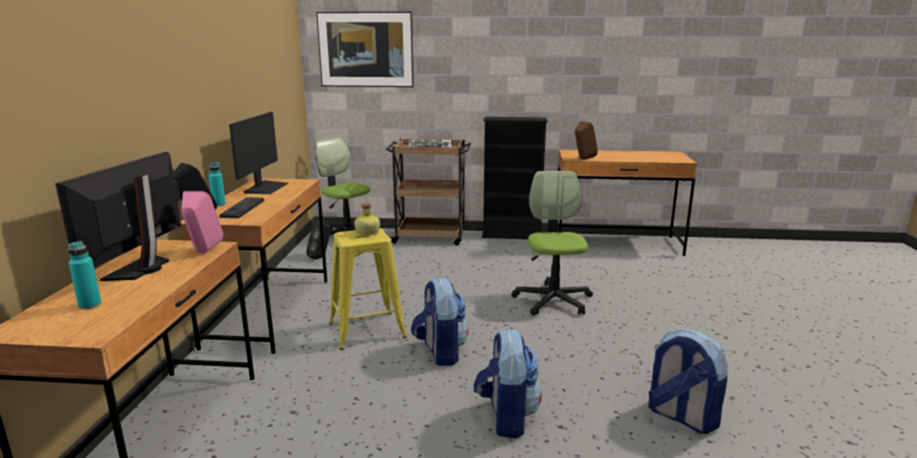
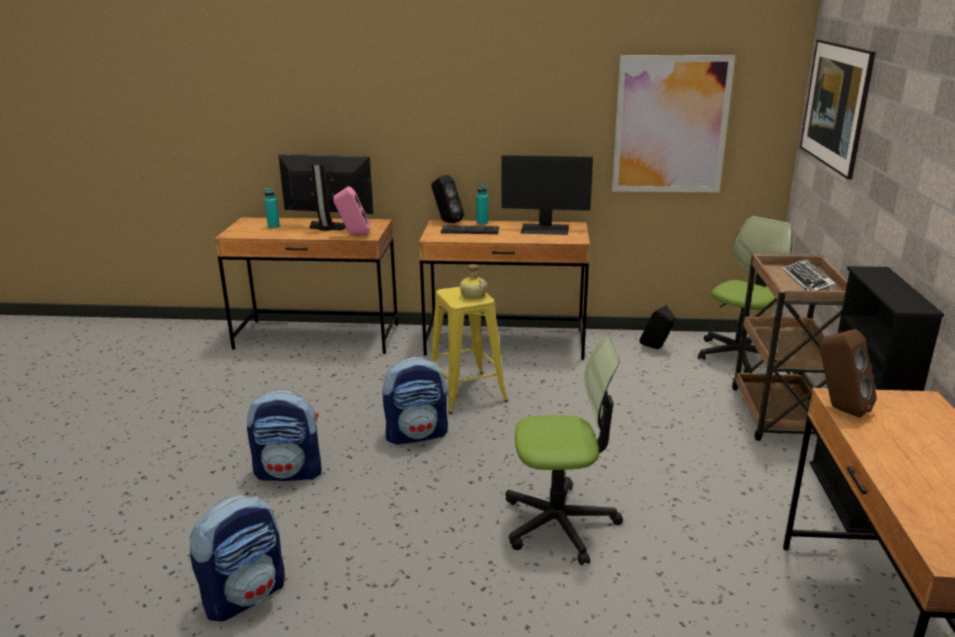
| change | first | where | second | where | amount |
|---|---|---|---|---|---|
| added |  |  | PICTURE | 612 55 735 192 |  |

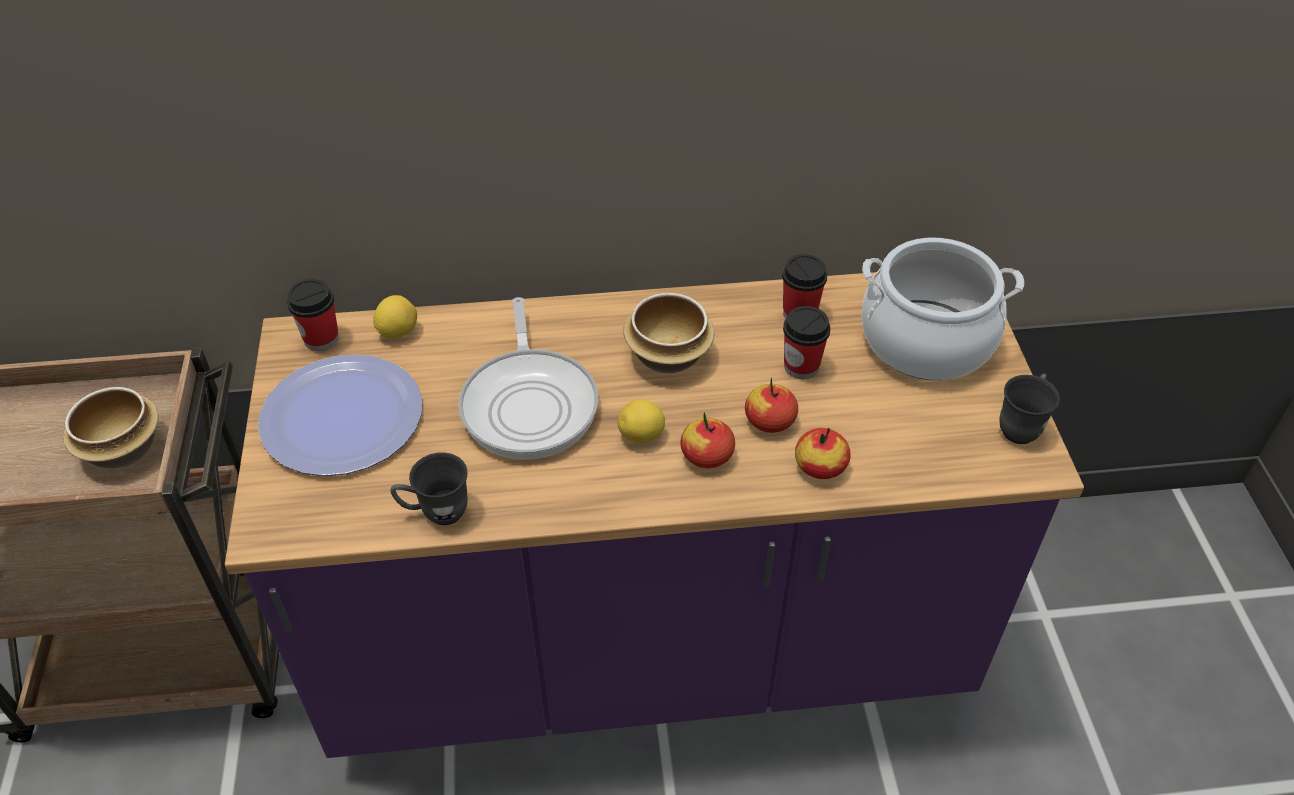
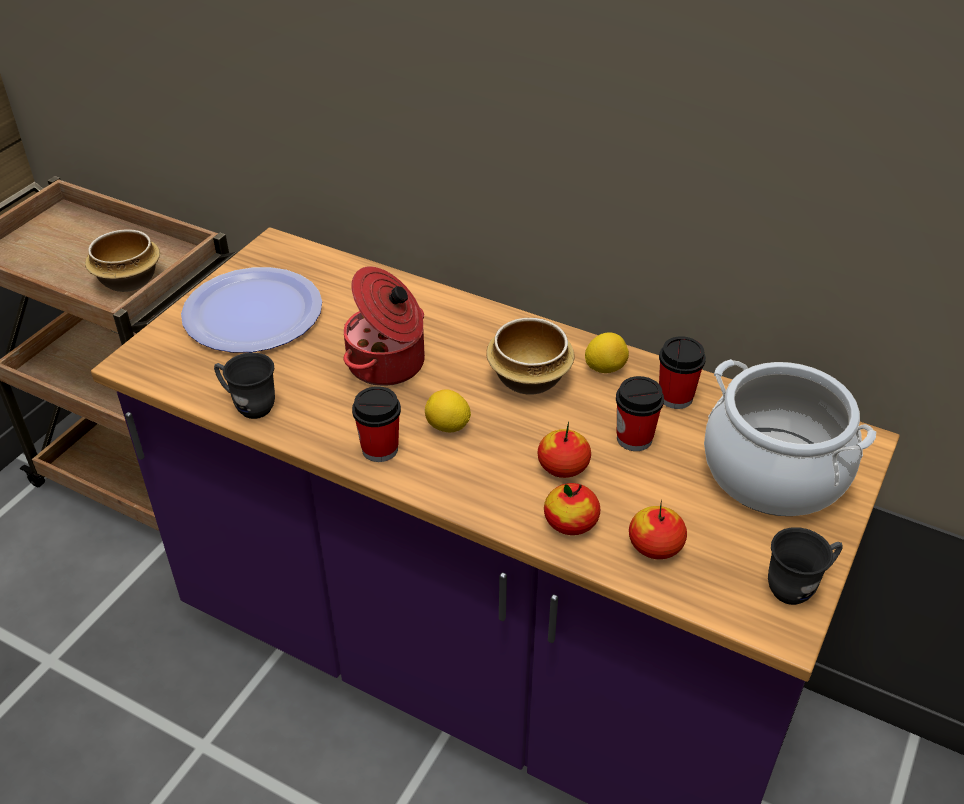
| change | first | where | second | where | amount |
|---|---|---|---|---|---|
| moved | CUP | 287 279 339 351 |  | 352 386 401 462 |  |
| moved | LEMON | 373 295 417 338 |  | 585 332 629 373 |  |
| moved | APPLE | 680 413 735 468 |  | 629 500 687 559 |  |
| replaced | FRYING PAN | 458 297 598 459 | COOKING POT | 343 266 425 386 |  |

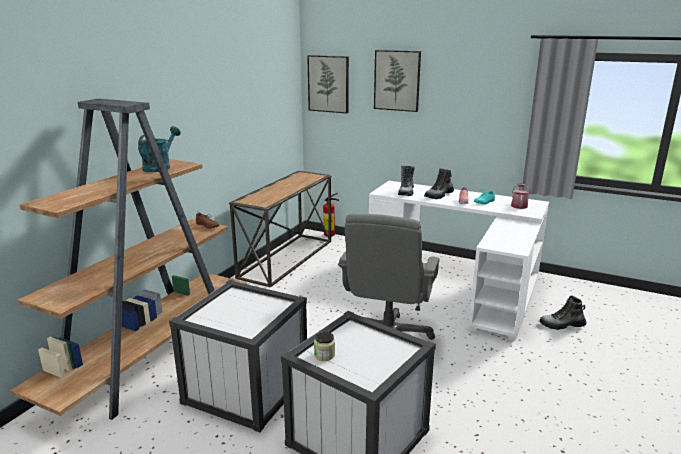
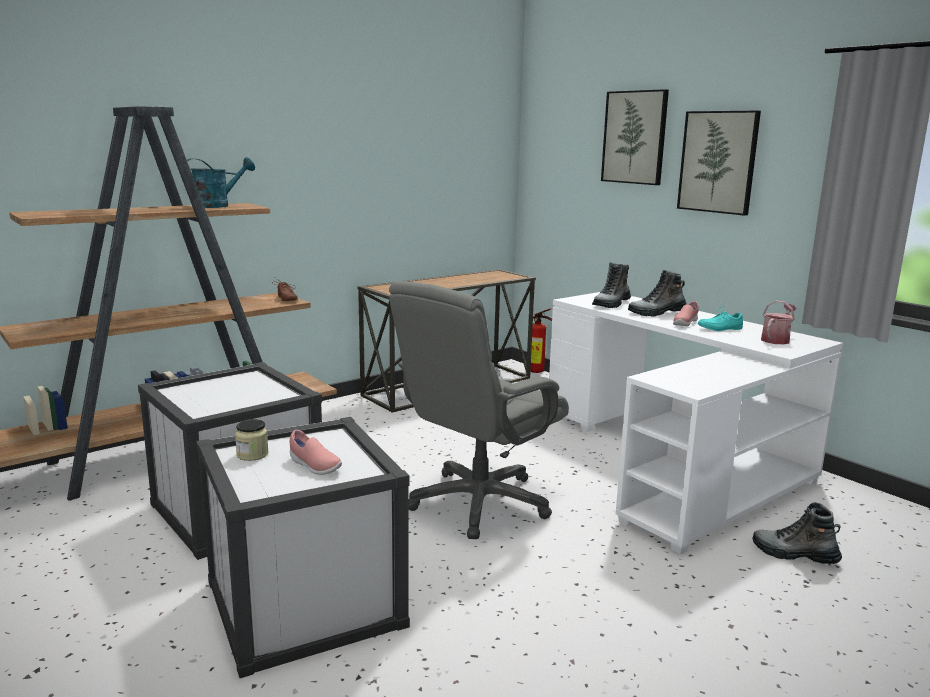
| change | first | where | second | where | amount |
|---|---|---|---|---|---|
| added |  |  | PINK SHOE | 290 430 342 475 |  |
| moved | PICTURE | 307 55 349 113 |  | 677 111 761 216 |  |

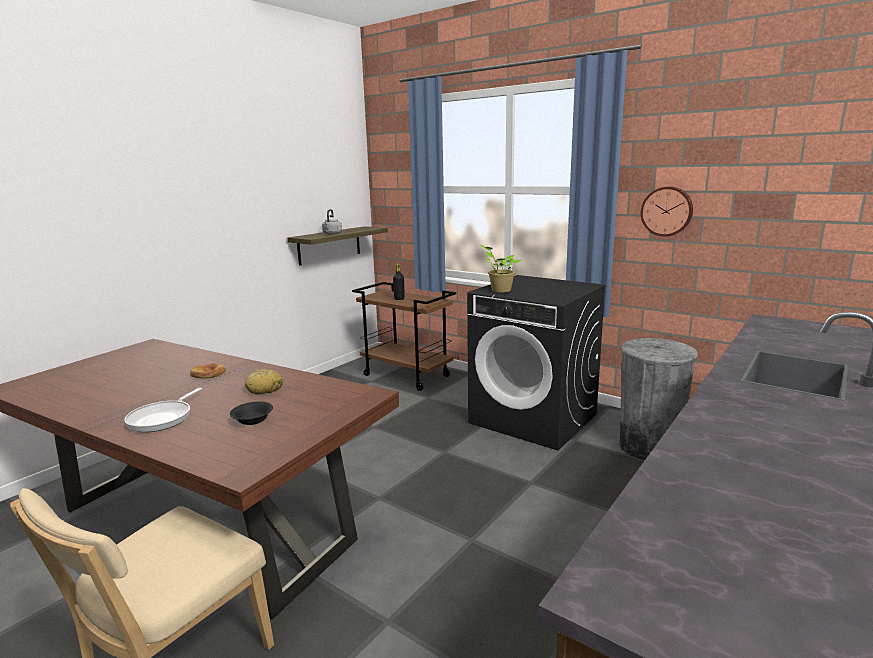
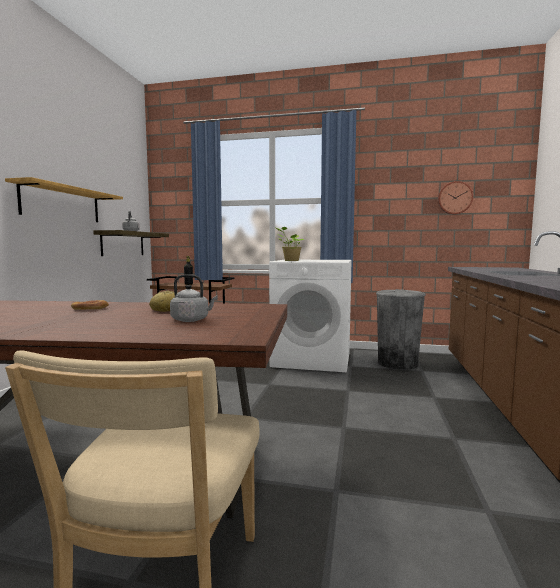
| change | first | where | second | where | amount |
|---|---|---|---|---|---|
| removed | FRYING PAN | 124 388 202 432 |  |  |  |
| added |  |  | SHELF | 5 177 123 222 |  |
| moved | WALL CLOCK | 641 186 693 237 |  | 438 181 473 215 |  |
| replaced | BLACK BOWL | 230 401 273 425 | GREY KETTLE | 170 274 218 322 |  |
| recoloured | BLACK WASHING MACHINE | 467 275 606 451 | WHITE WASHING MACHINE | 269 260 352 372 |  |

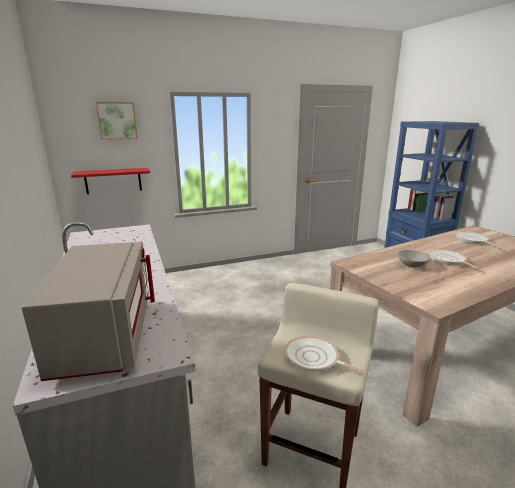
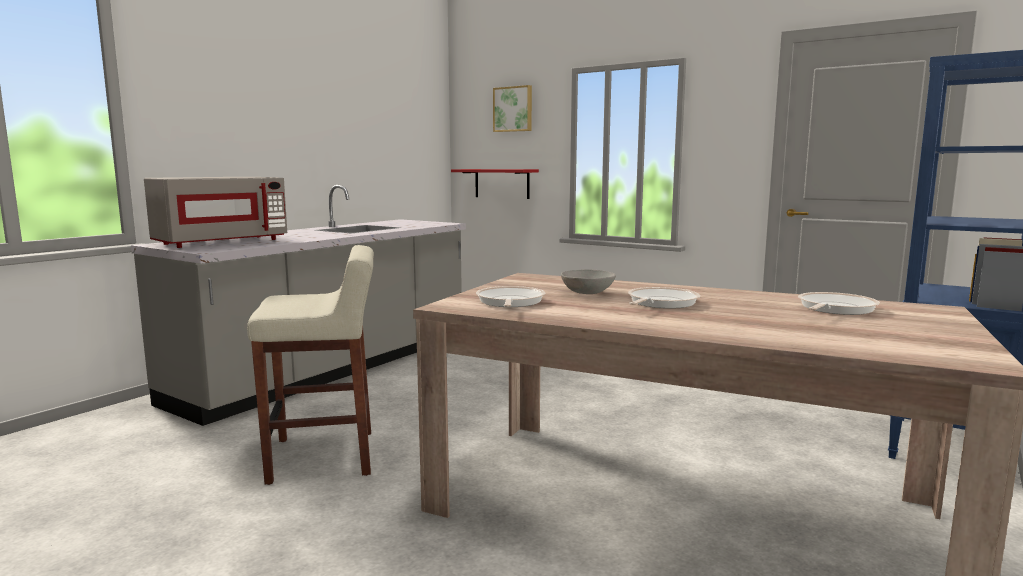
| change | first | where | second | where | amount |
|---|---|---|---|---|---|
| moved | FRYING PAN | 285 335 365 374 |  | 476 286 545 307 |  |

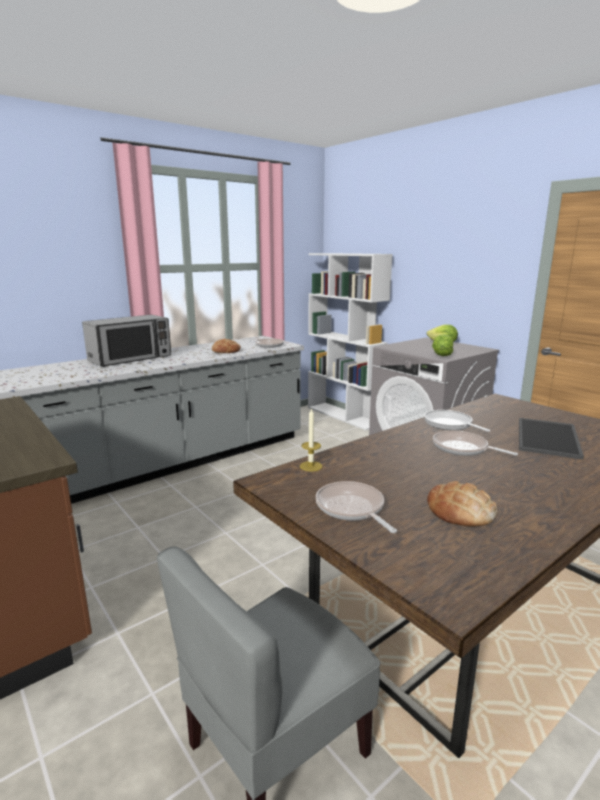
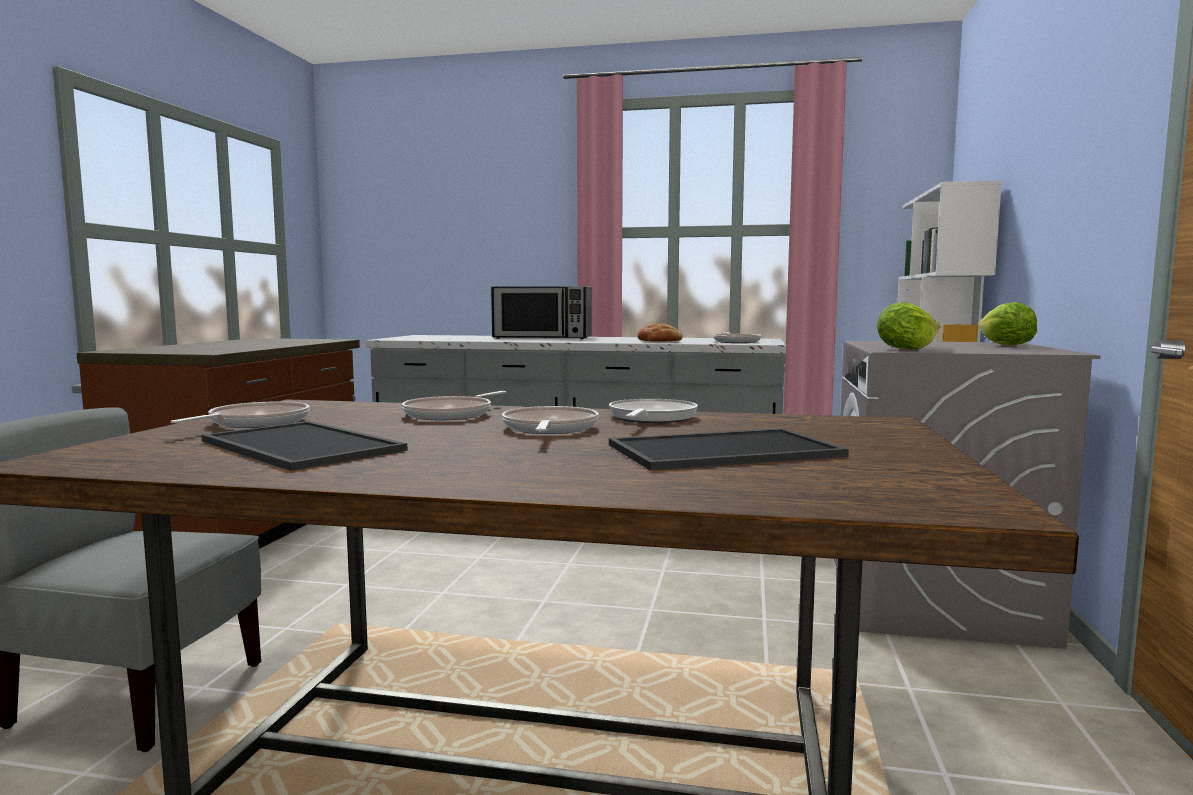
| change | first | where | second | where | amount |
|---|---|---|---|---|---|
| removed | CANDLE | 300 408 322 472 |  |  |  |
| added |  |  | FRYING PAN | 402 391 506 420 |  |
| replaced | BREAD | 427 481 498 527 | TRAY | 201 421 408 471 |  |

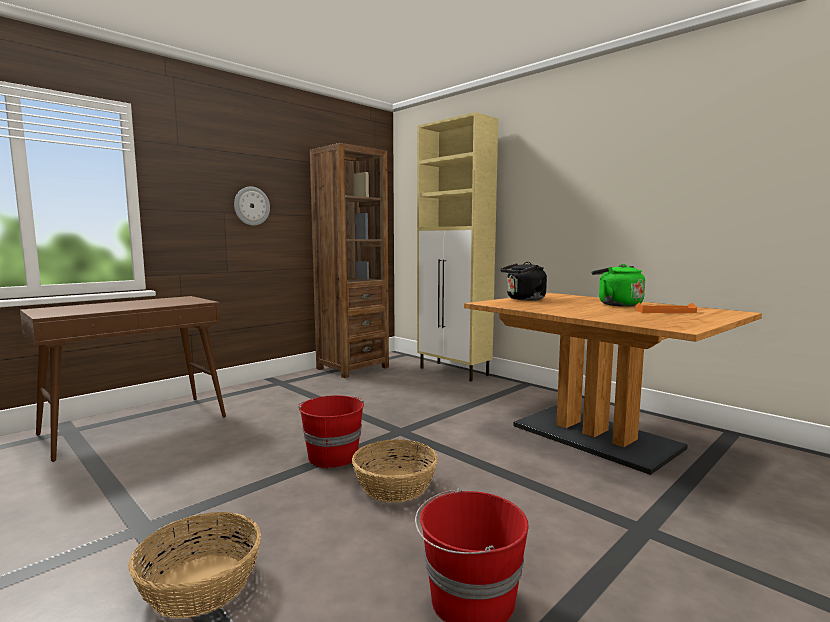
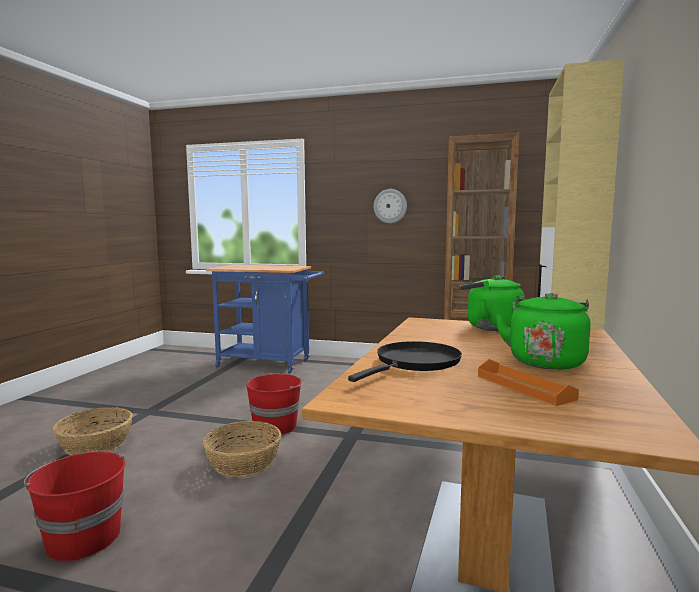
| change | first | where | second | where | amount |
|---|---|---|---|---|---|
| added |  |  | BLACK FRYING PAN | 348 341 462 382 |  |
| replaced | BROWN CONSOLE TABLE | 20 296 226 462 | BLUE CART | 206 265 324 374 |  |
| recoloured | BLACK KETTLE | 500 262 547 301 | GREEN KETTLE | 459 275 525 331 |  |

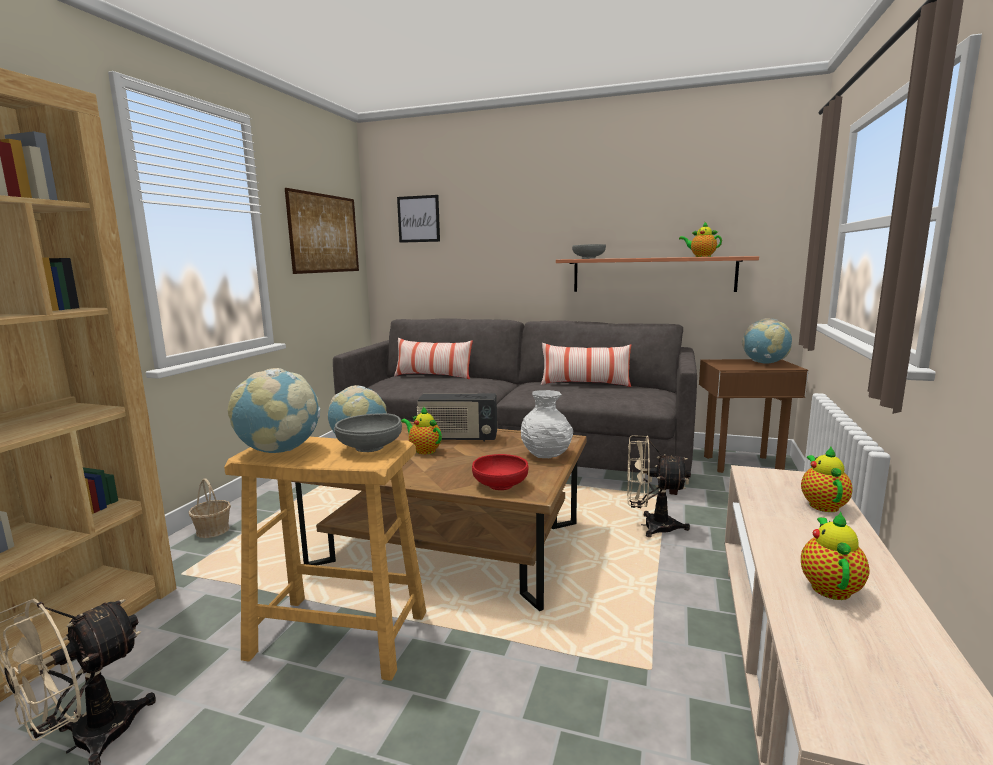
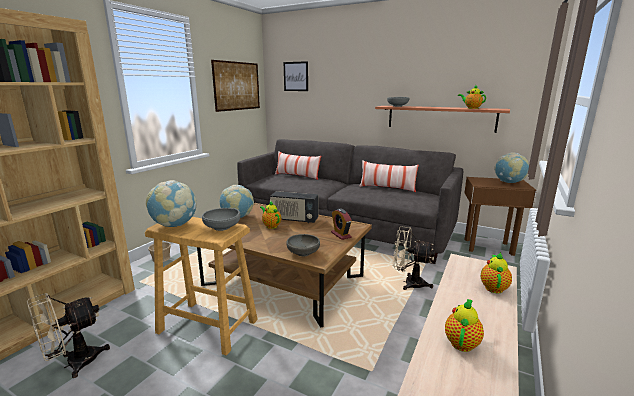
| change | first | where | second | where | amount |
|---|---|---|---|---|---|
| replaced | WHITE VASE | 521 390 573 458 | ALARM CLOCK | 331 209 352 240 |  |
| recoloured | RED BOWL | 472 454 528 490 | GREY BOWL | 286 234 320 256 |  |

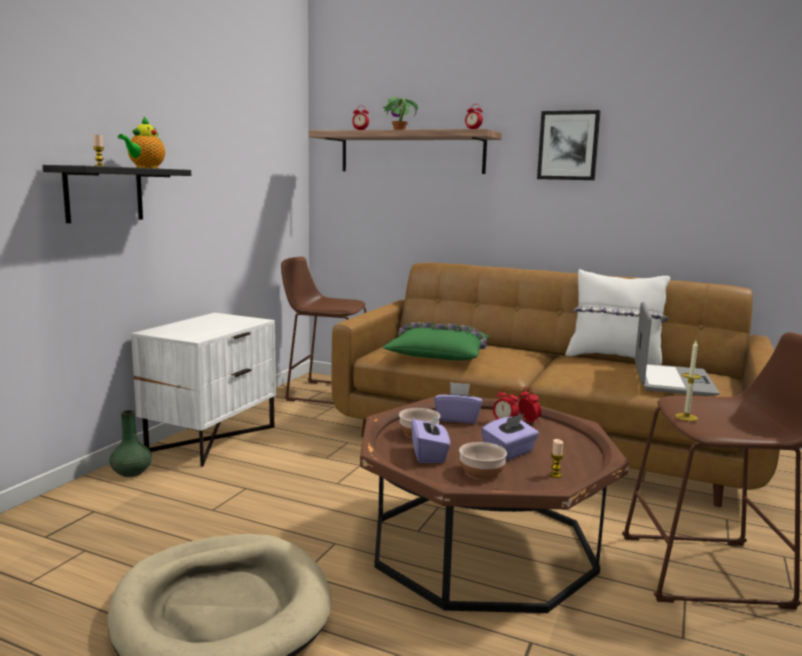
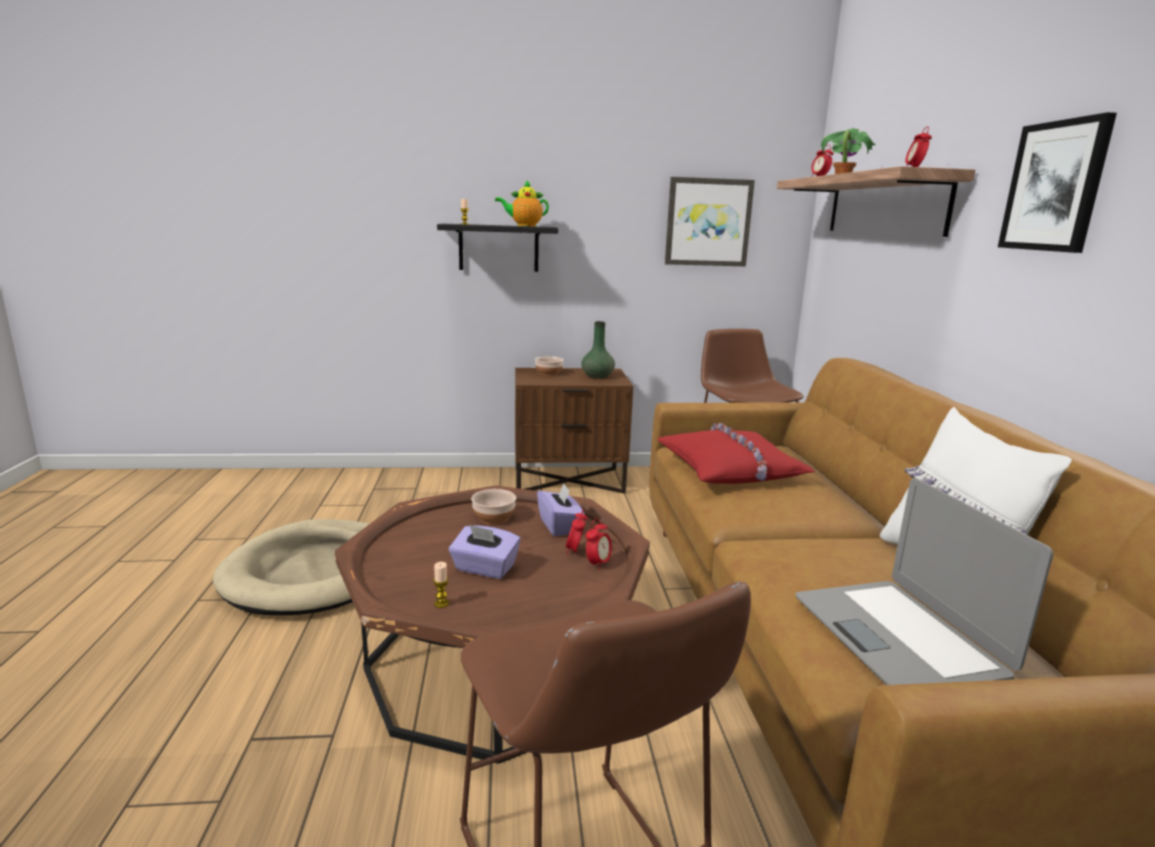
| change | first | where | second | where | amount |
|---|---|---|---|---|---|
| removed | PURPLE TISSUE BOX | 411 413 450 463 |  |  |  |
| removed | CANDLE | 675 341 701 421 |  |  |  |
| added |  |  | PICTURE | 665 177 755 266 |  |
| moved | GREEN VASE | 109 410 152 477 |  | 581 321 615 379 |  |
| moved | BOWL | 459 442 507 480 |  | 535 356 564 375 |  |
| recoloured | WHITE NIGHTSTAND | 131 313 276 466 | BROWN NIGHTSTAND | 515 368 633 494 |  |
| recoloured | GREEN PILLOW | 383 322 490 360 | RED PILLOW | 658 423 815 484 |  |
| turned | LAPTOP | 635 302 720 396 |  | 796 478 1053 685 | 90 degrees clockwise |

